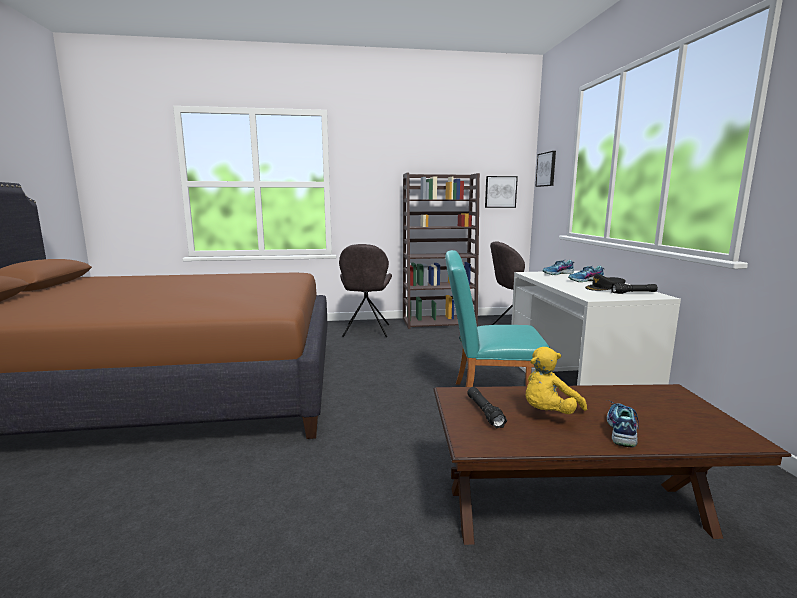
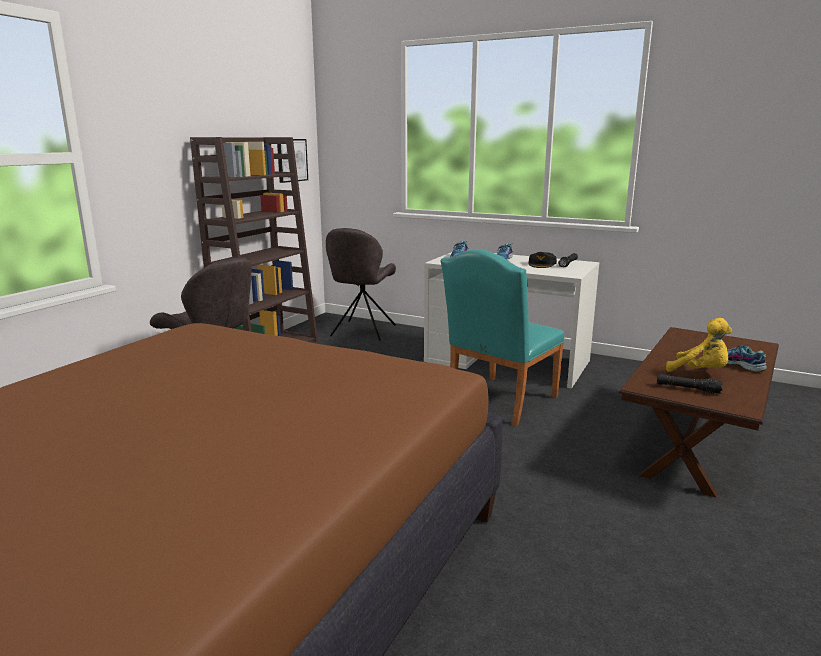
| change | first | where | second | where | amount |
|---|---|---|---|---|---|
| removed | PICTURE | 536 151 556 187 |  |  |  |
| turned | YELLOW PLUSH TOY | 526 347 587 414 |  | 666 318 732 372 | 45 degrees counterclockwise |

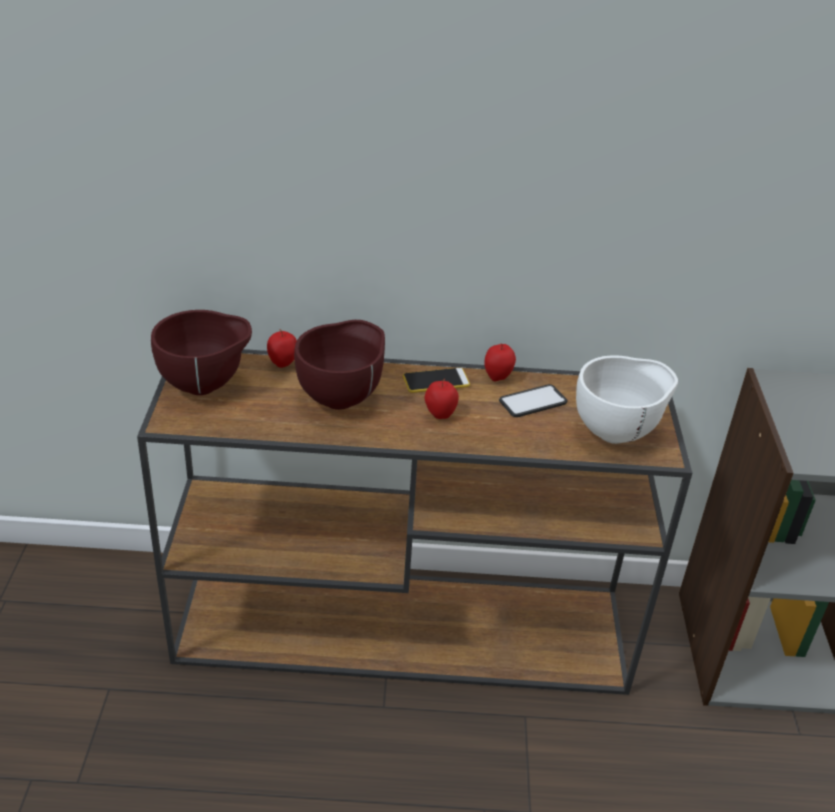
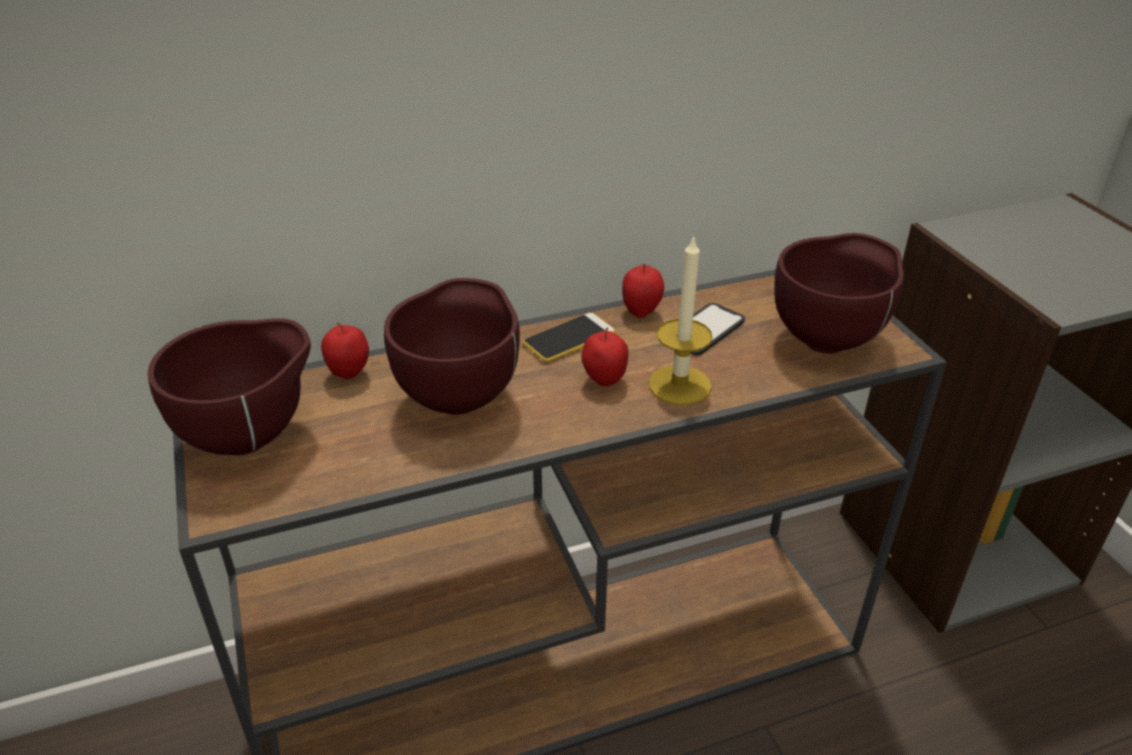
| change | first | where | second | where | amount |
|---|---|---|---|---|---|
| added |  |  | CANDLE | 648 234 713 405 |  |
| recoloured | WHITE BOWL | 576 355 678 444 | BROWN BOWL | 774 233 904 354 |  |

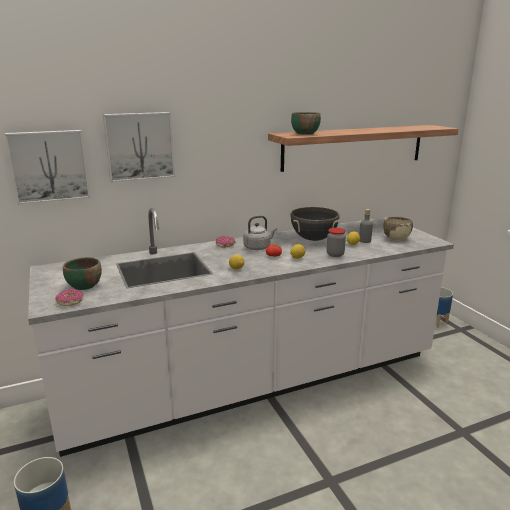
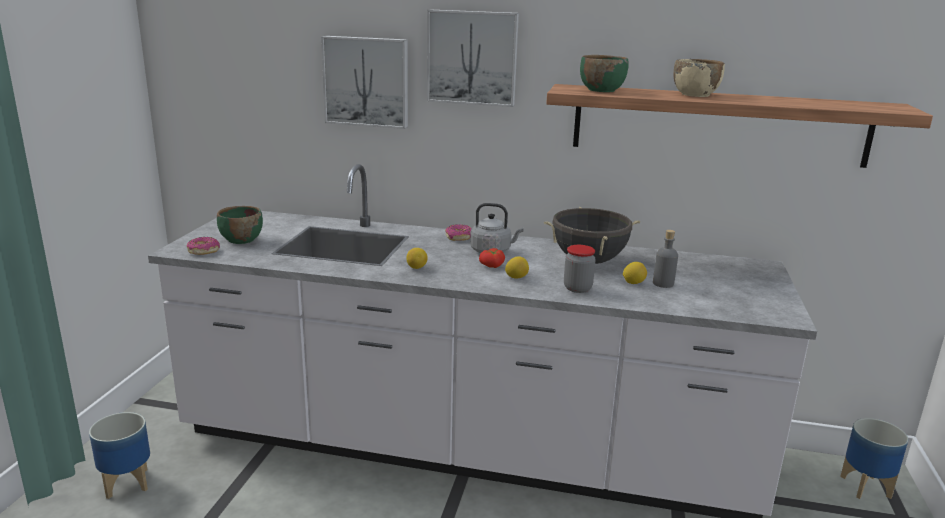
| change | first | where | second | where | amount |
|---|---|---|---|---|---|
| moved | PICTURE | 5 130 90 205 |  | 427 9 519 107 |  |
| moved | BEIGE BOWL | 383 217 413 241 |  | 673 59 725 97 |  |

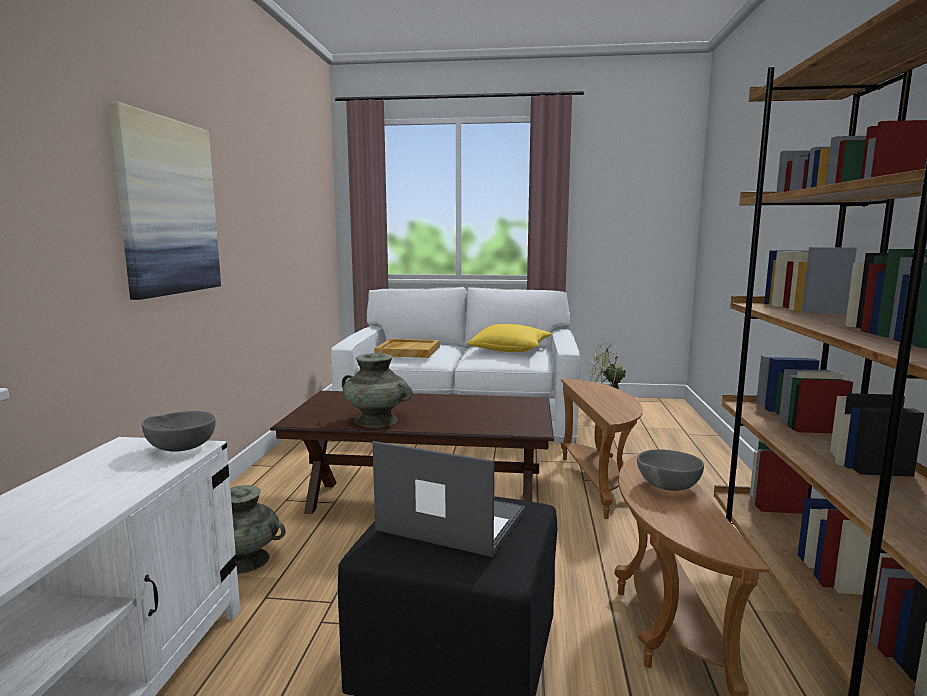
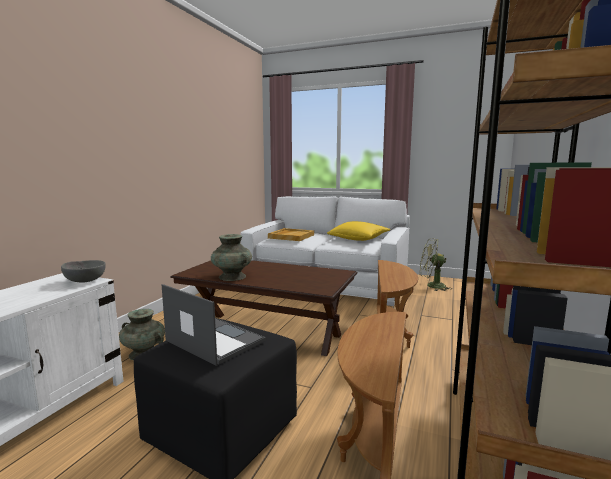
| change | first | where | second | where | amount |
|---|---|---|---|---|---|
| removed | PICTURE | 108 102 221 300 |  |  |  |
| removed | GREY BOWL | 637 449 704 491 |  |  |  |

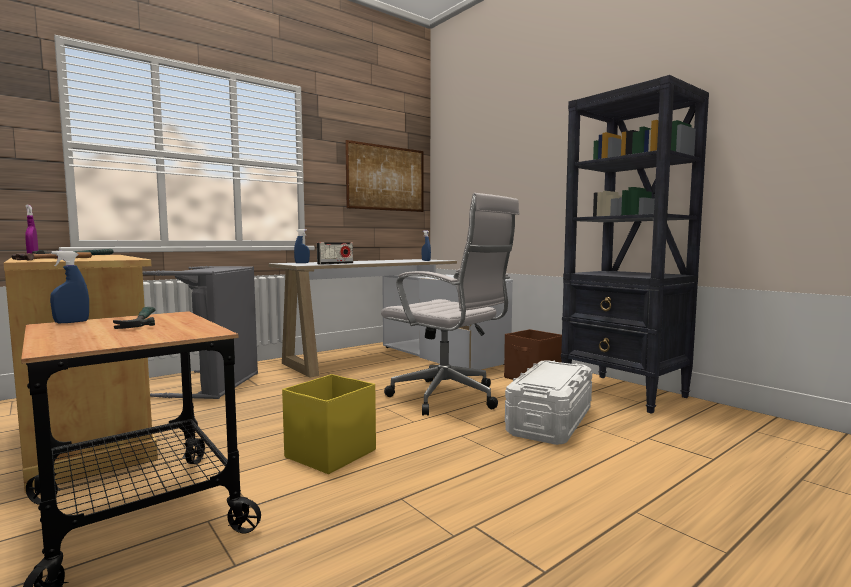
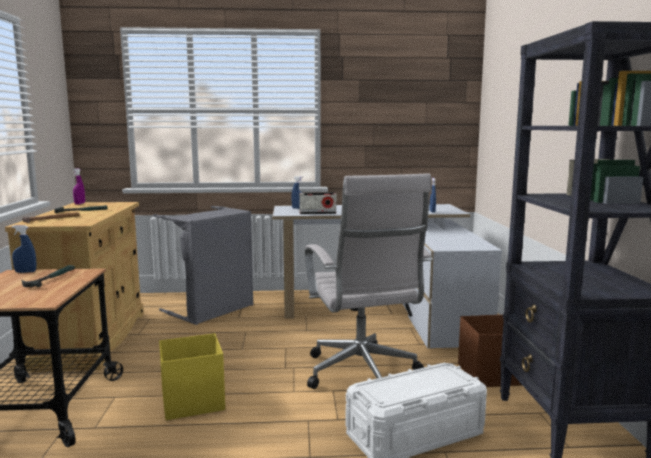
| change | first | where | second | where | amount |
|---|---|---|---|---|---|
| removed | PICTURE | 345 140 424 212 |  |  |  |

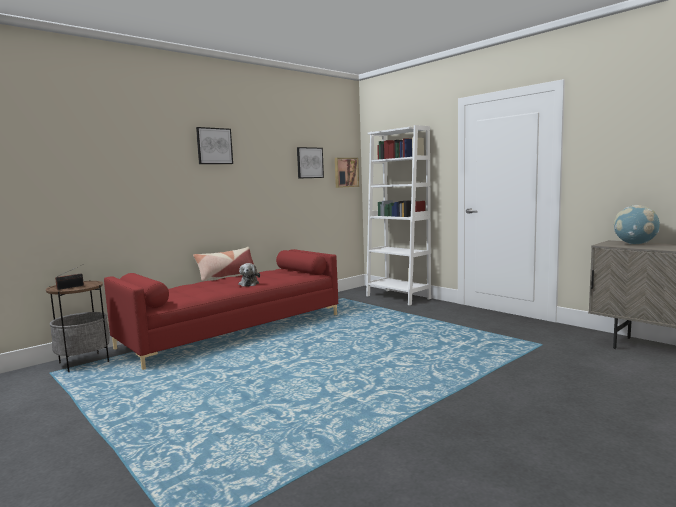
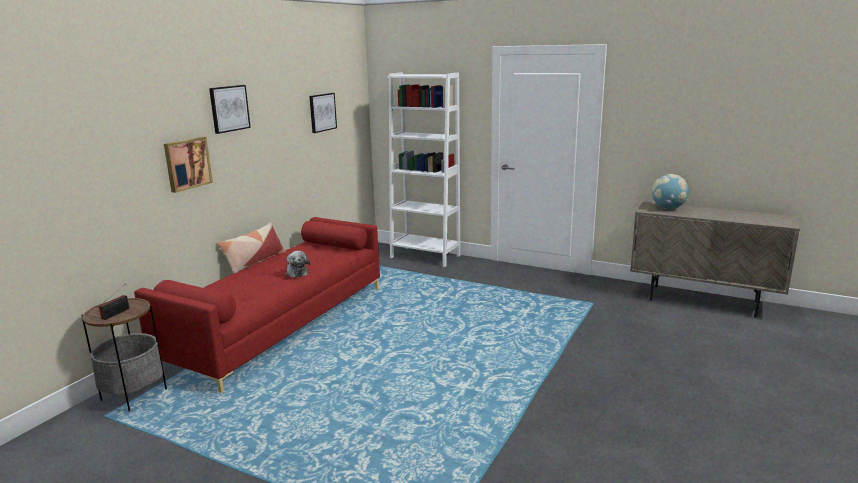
| change | first | where | second | where | amount |
|---|---|---|---|---|---|
| moved | PICTURE | 335 158 359 188 |  | 164 137 213 193 |  |

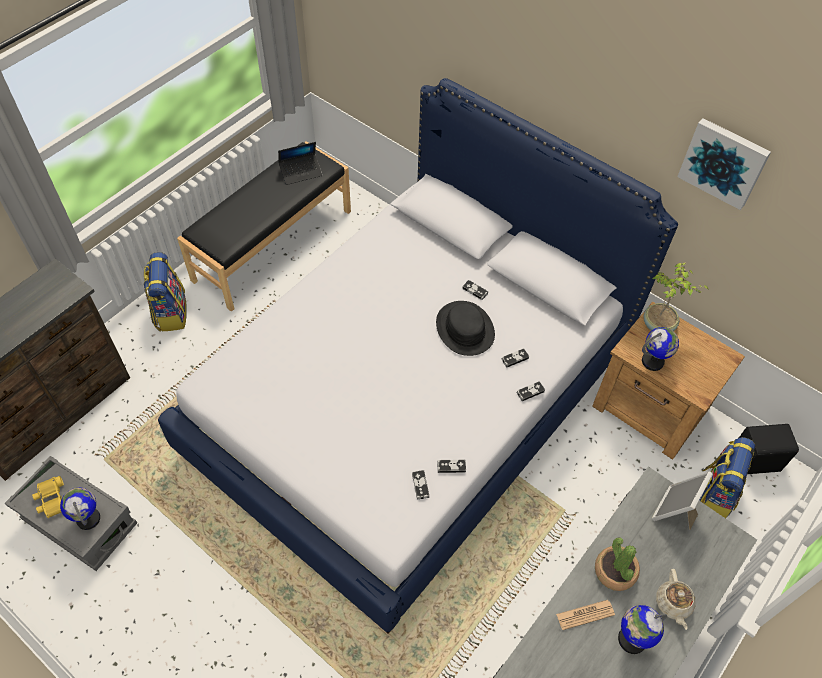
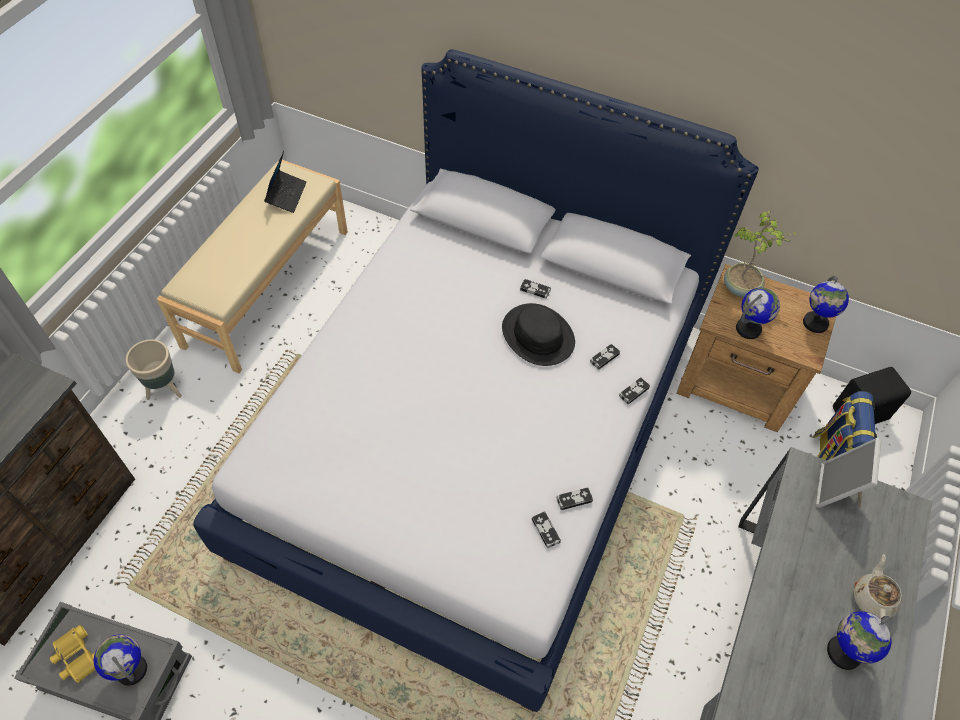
| change | first | where | second | where | amount |
|---|---|---|---|---|---|
| removed | NEWSPAPER | 556 600 615 630 |  |  |  |
| removed | POTTED PLANT | 595 537 640 591 |  |  |  |
| removed | PICTURE | 677 118 771 210 |  |  |  |
| added |  |  | GLOBE | 803 276 849 333 |  |
| replaced | BACKPACK | 144 252 187 331 | BEIGE PLANTER | 125 339 182 400 |  |
| recoloured | BLACK BENCH | 177 141 351 312 | BEIGE BENCH | 157 160 348 373 |  |
| turned | LAPTOP | 278 142 322 185 |  | 264 151 306 213 | 45 degrees counterclockwise |
| turned | BEIGE TEAPOT | 656 569 695 630 |  | 853 554 902 619 | 150 degrees counterclockwise |

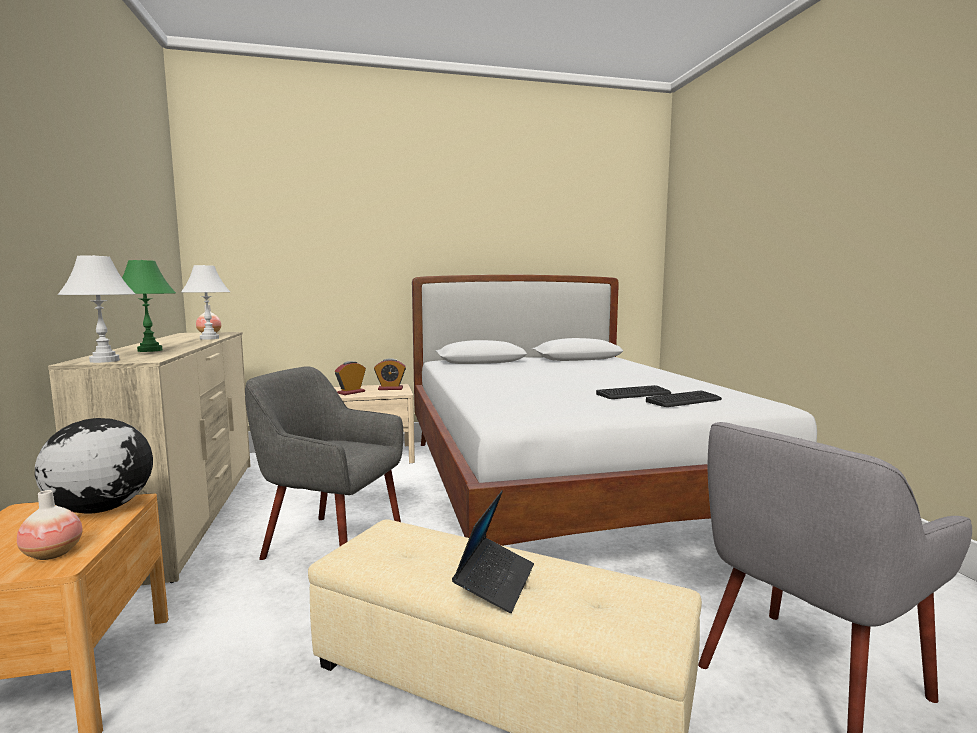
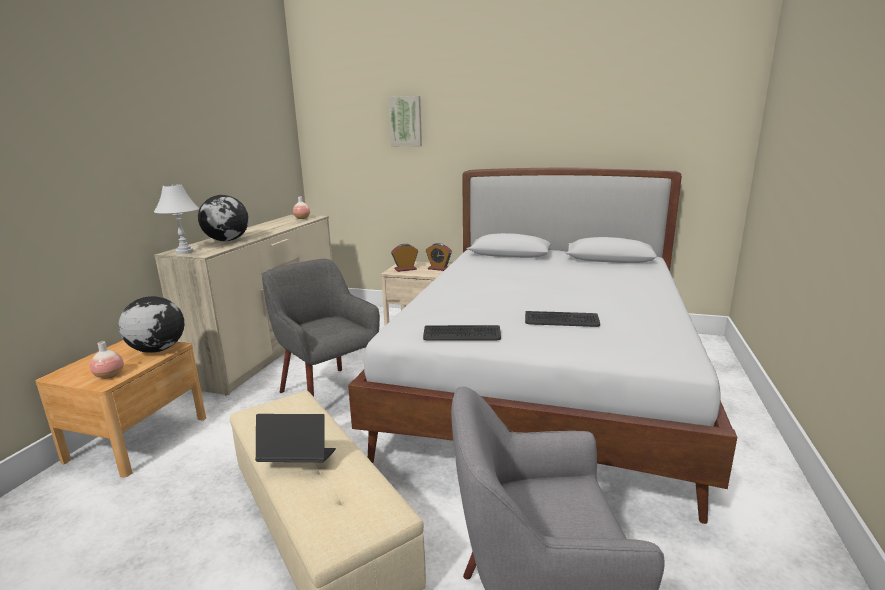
| change | first | where | second | where | amount |
|---|---|---|---|---|---|
| removed | WHITE TABLE LAMP | 181 265 230 340 |  |  |  |
| added |  |  | PICTURE | 388 96 422 147 |  |
| moved | KEYBOARD | 646 391 722 407 |  | 423 325 501 341 |  |
| replaced | GREEN TABLE LAMP | 122 260 176 352 | GLOBE | 198 195 249 241 |  |
| turned | LAPTOP | 452 490 534 613 |  | 255 414 336 462 | 135 degrees counterclockwise |

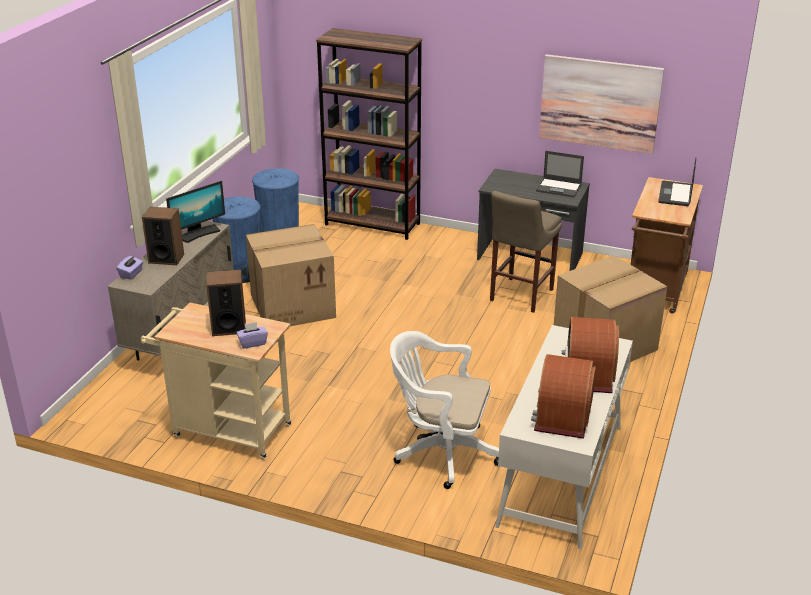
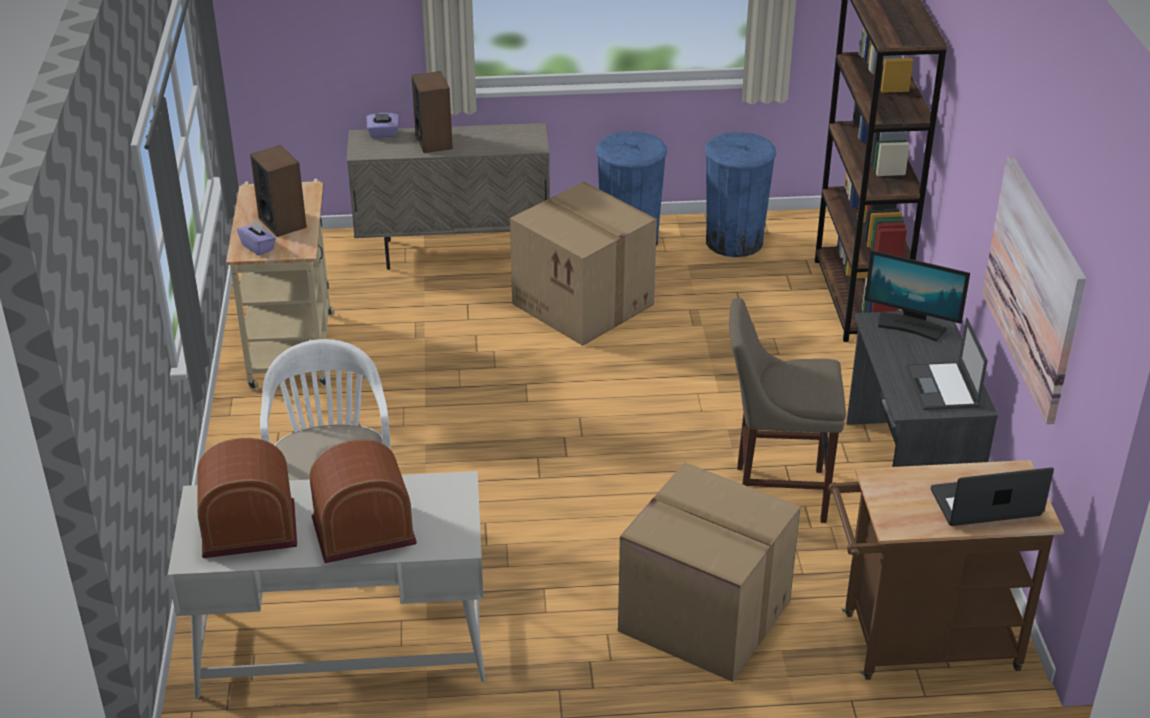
| change | first | where | second | where | amount |
|---|---|---|---|---|---|
| moved | MONITOR | 166 181 225 243 |  | 865 250 970 342 |  |

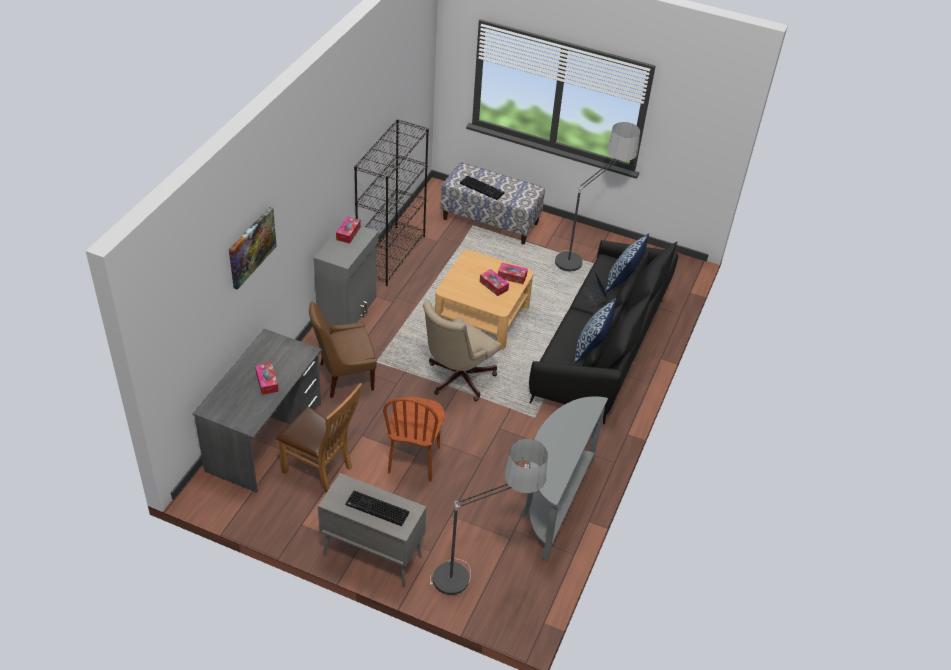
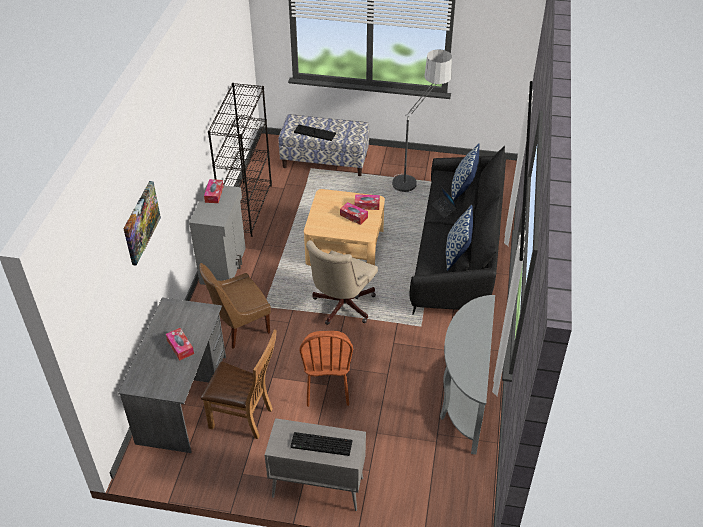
| change | first | where | second | where | amount |
|---|---|---|---|---|---|
| removed | FLOOR LAMP | 430 439 548 595 |  |  |  |

